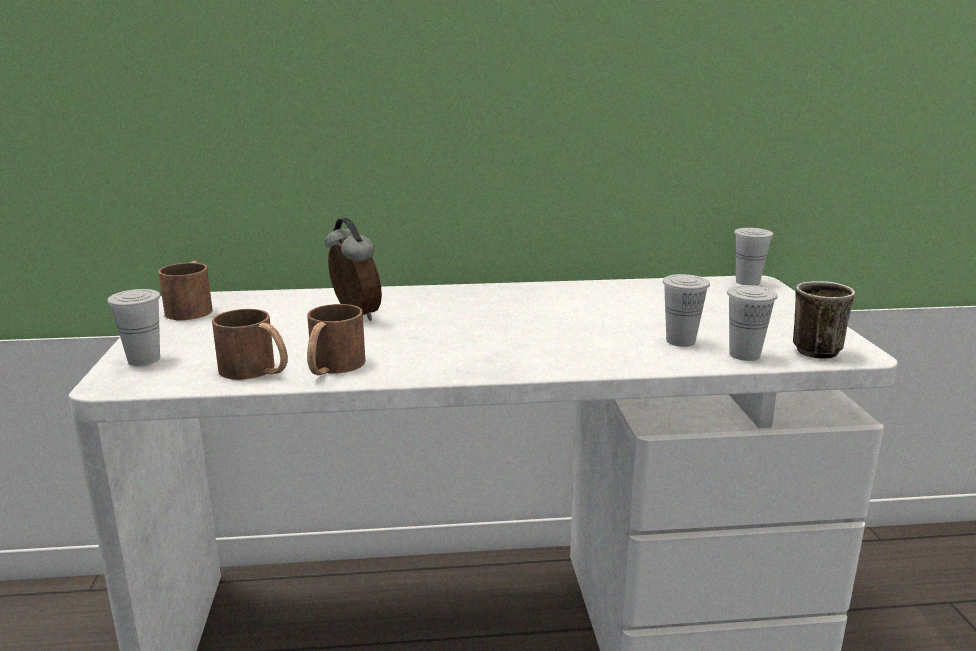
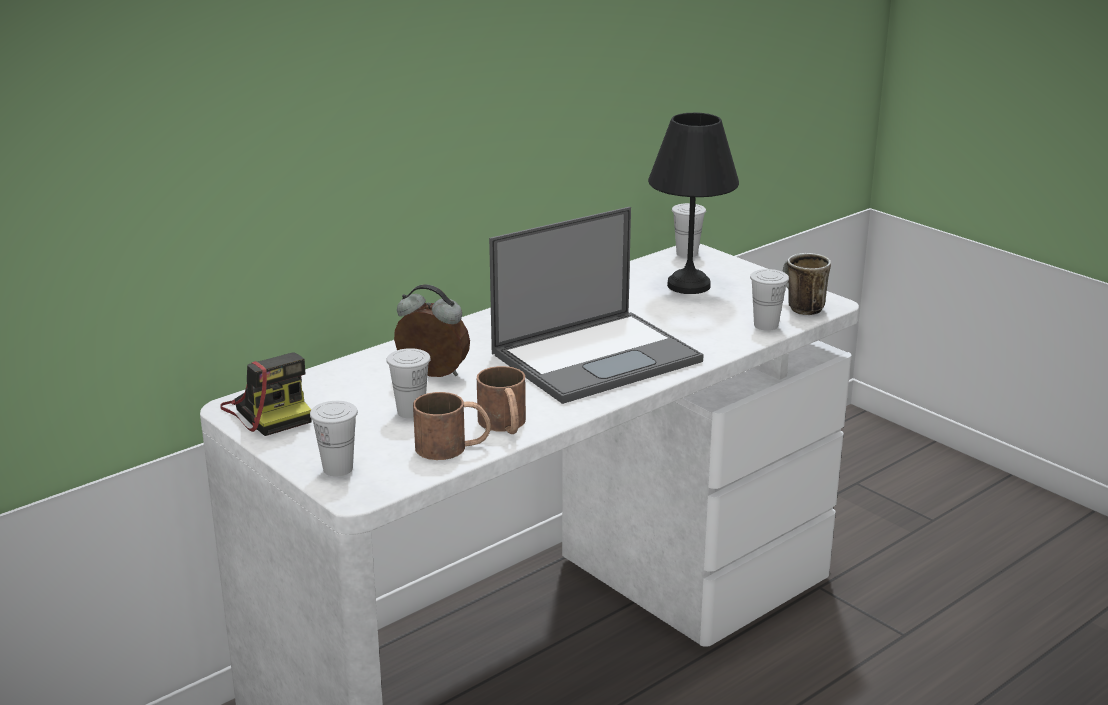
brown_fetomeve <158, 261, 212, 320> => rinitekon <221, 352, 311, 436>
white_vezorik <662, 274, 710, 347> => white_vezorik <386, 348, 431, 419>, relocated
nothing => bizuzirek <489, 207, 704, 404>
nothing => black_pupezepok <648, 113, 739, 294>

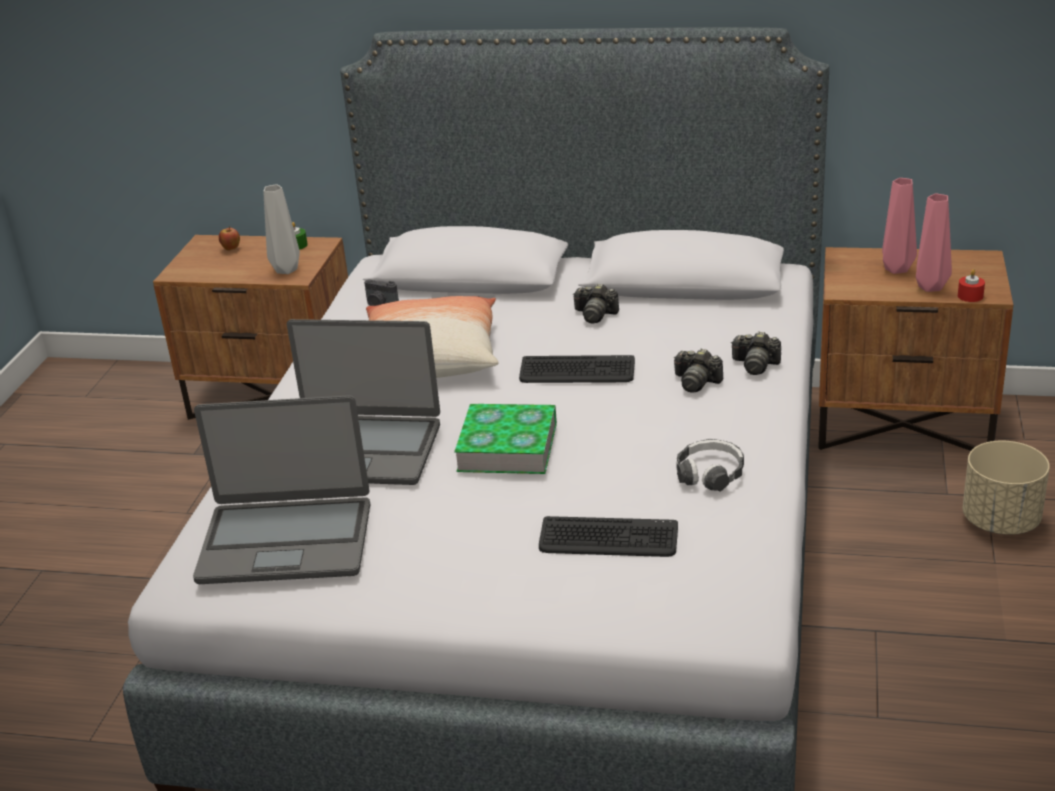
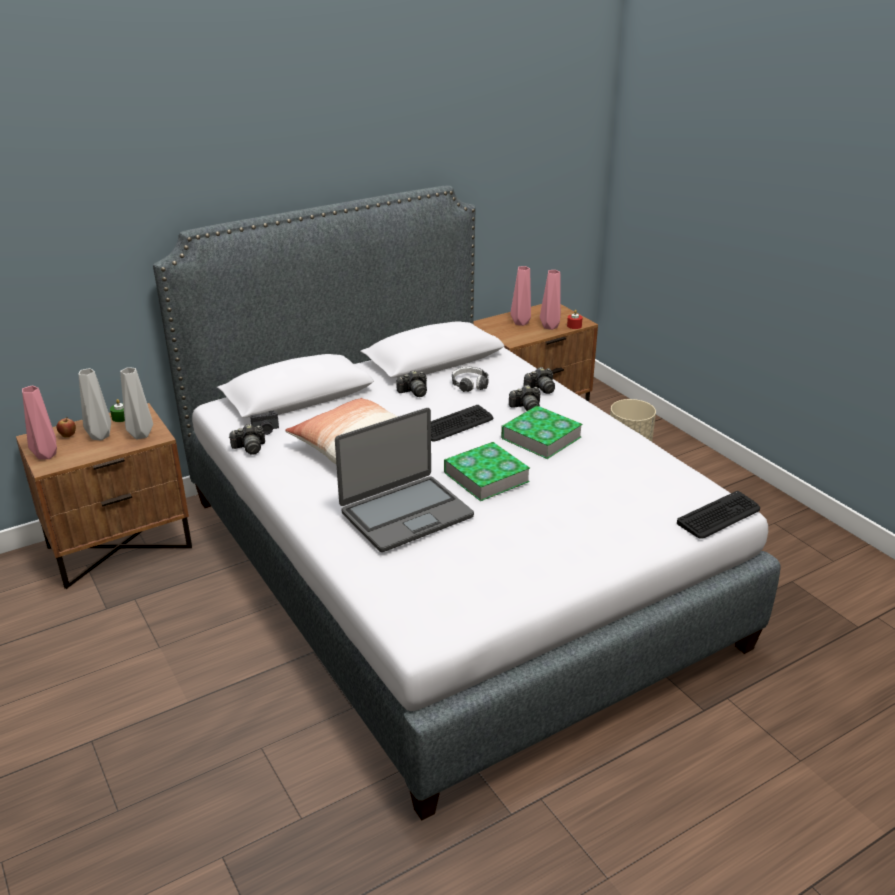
bizuzirek <193, 395, 370, 584> => nothing
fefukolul <539, 516, 678, 557> => fefukolul <677, 491, 760, 539>, relocated
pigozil <677, 439, 744, 492> => pigozil <452, 367, 489, 392>, relocated
nothing => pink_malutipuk <22, 386, 57, 460>
nothing => grey_malutipuk <79, 368, 111, 440>
nothing => rinitekon <229, 424, 265, 455>
nothing => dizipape <501, 406, 583, 459>

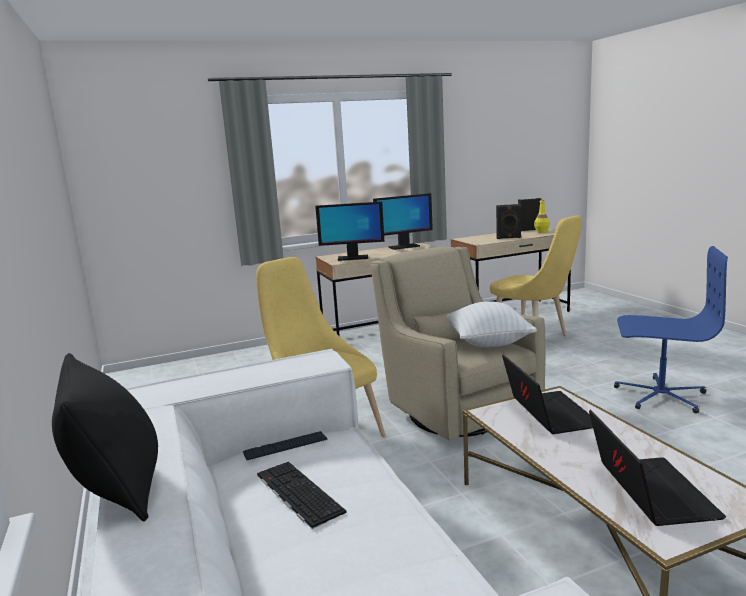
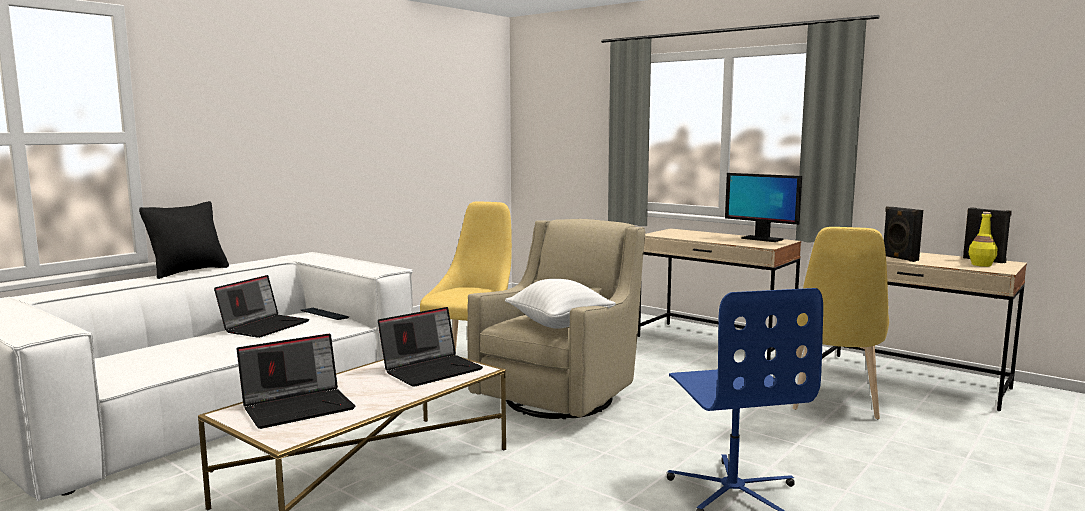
fefukolul <257, 462, 347, 529> => bizuzirek <214, 275, 309, 338>
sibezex <315, 202, 384, 261> => nothing

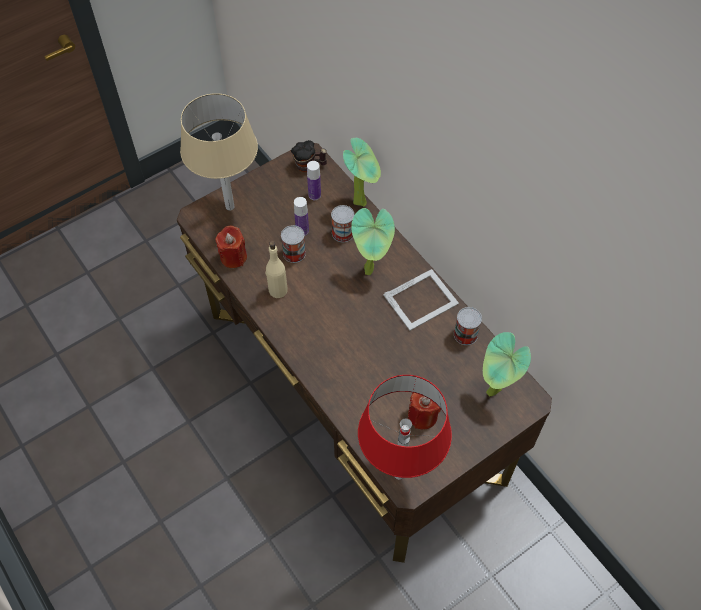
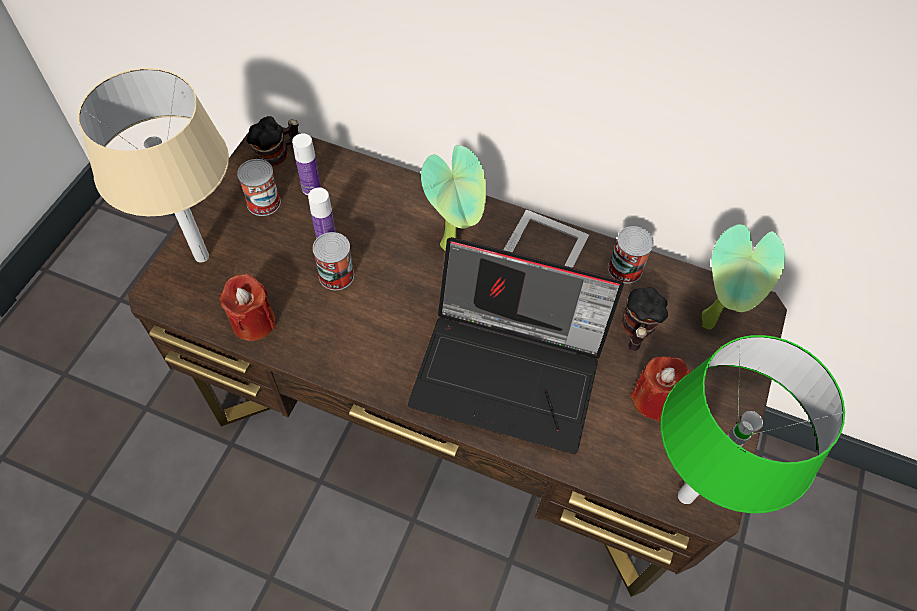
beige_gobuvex <266, 241, 288, 298> => nothing
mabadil <331, 205, 354, 242> => mabadil <237, 159, 281, 216>, relocated
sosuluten <343, 138, 381, 207> => nothing
red_pupezepok <358, 375, 452, 480> => green_pupezepok <661, 335, 845, 513>
nothing => bizuzirek <408, 237, 624, 454>
nothing => fetomeve <622, 287, 668, 351>

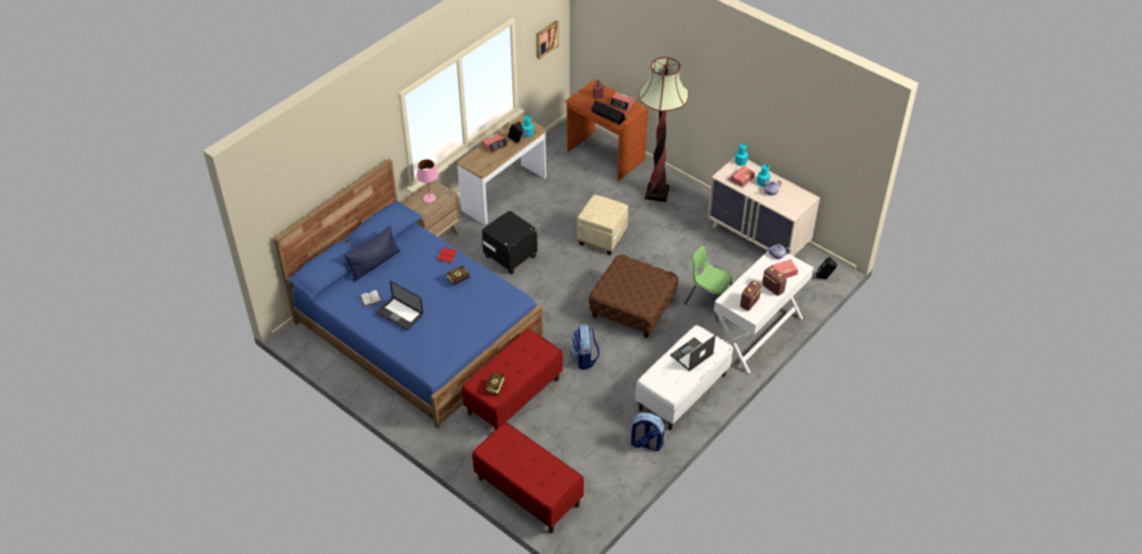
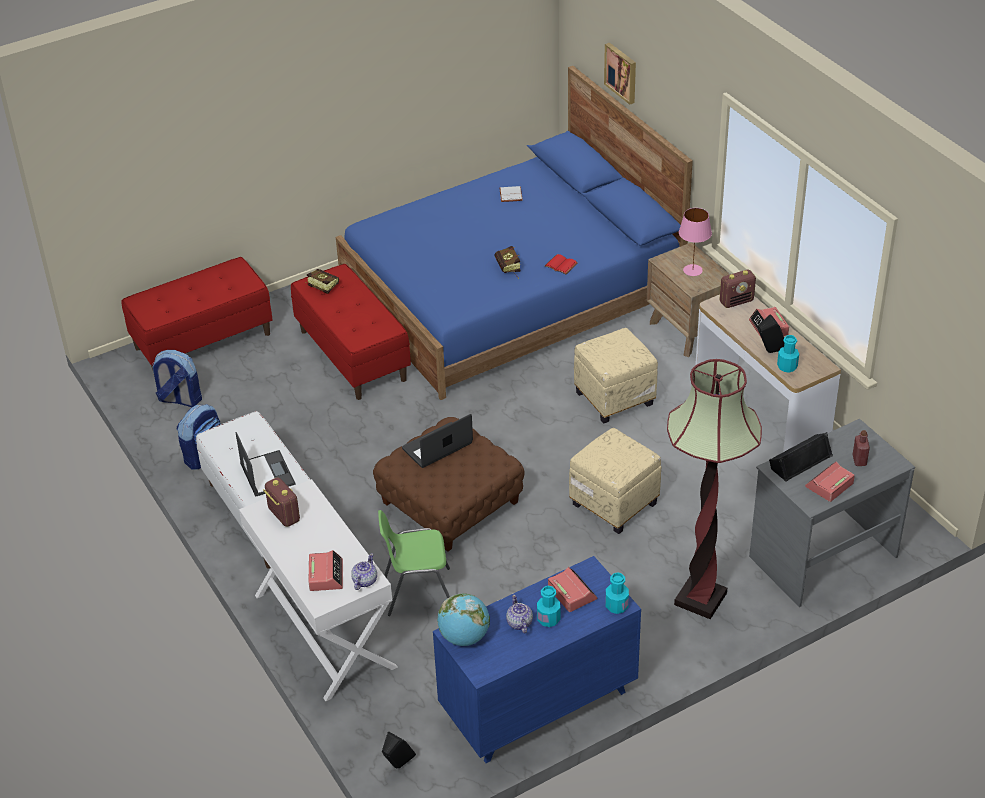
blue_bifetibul <344, 225, 400, 281> => nothing
bizuzirek <377, 281, 423, 330> => bizuzirek <402, 414, 473, 468>, relocated
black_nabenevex <482, 211, 537, 275> => beige_nabenevex <574, 328, 658, 424>
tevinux <536, 20, 559, 60> => tevinux <604, 43, 636, 105>, relocated
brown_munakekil <565, 80, 648, 181> => grey_munakekil <749, 419, 915, 607>
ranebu <570, 324, 600, 370> => ranebu <152, 350, 202, 407>, relocated
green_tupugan <684, 246, 732, 322> => green_tupugan <378, 510, 450, 616>, 150 degrees counterclockwise
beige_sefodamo <707, 157, 820, 256> => blue_sefodamo <433, 556, 641, 763>
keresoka <762, 267, 787, 296> => keresoka <720, 270, 756, 308>, relocated
nothing => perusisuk <437, 593, 490, 646>

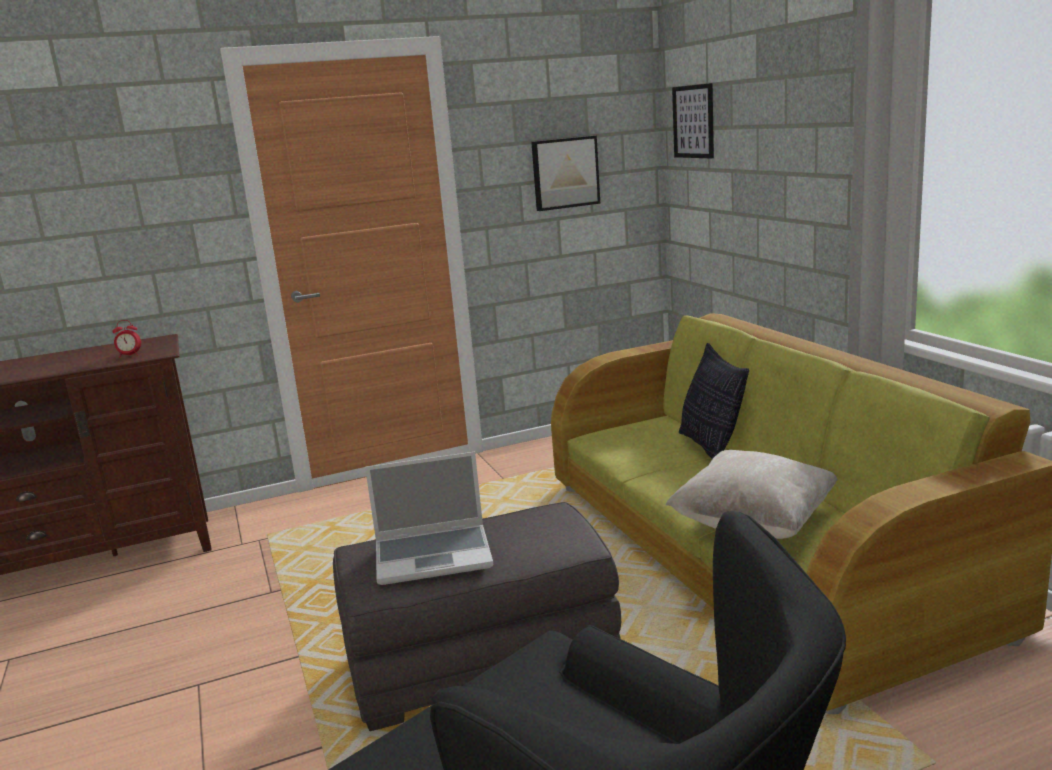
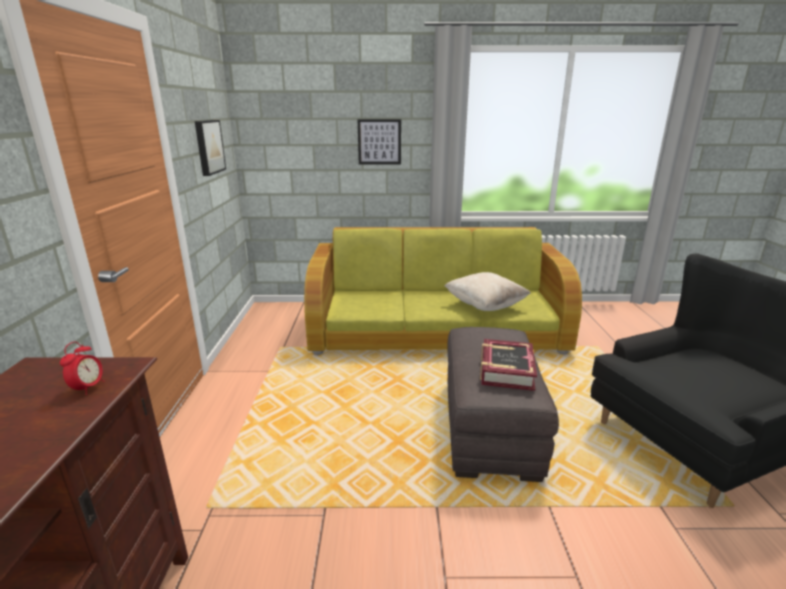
bizuzirek <365, 452, 493, 585> => dizipape <480, 339, 537, 391>
tevinux <672, 83, 714, 158> => tevinux <358, 119, 401, 164>, relocated
bifetibul <679, 343, 749, 459> => nothing

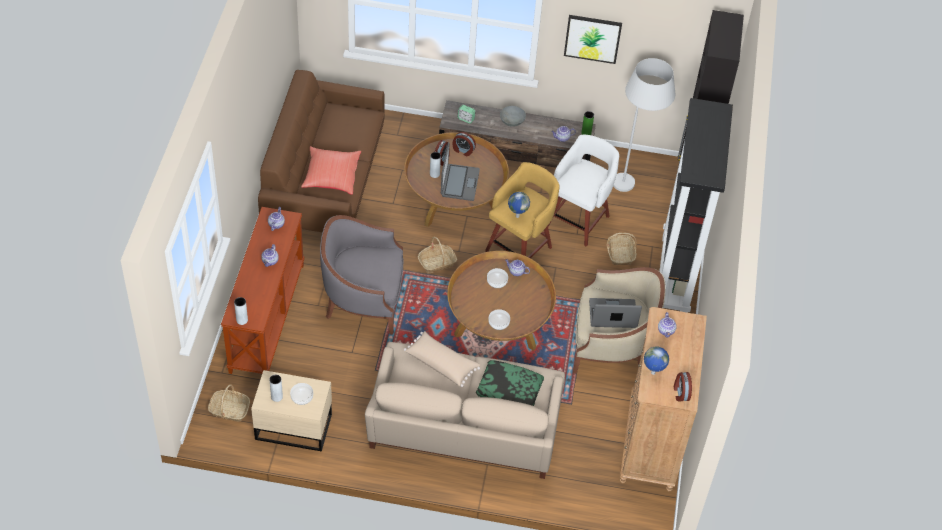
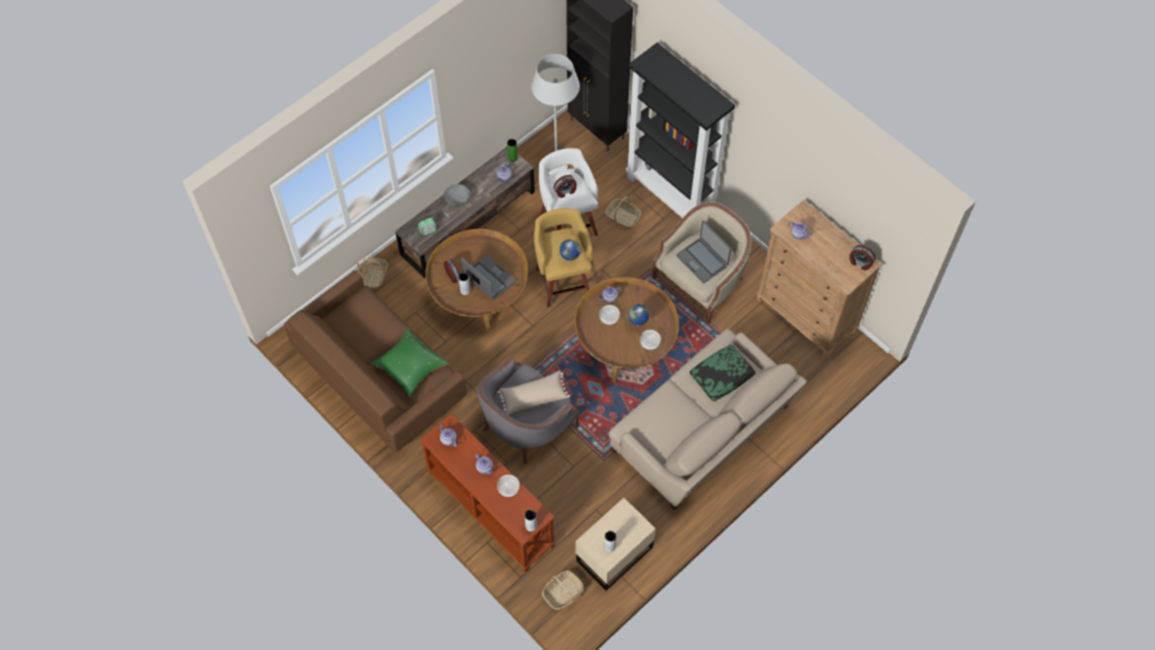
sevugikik <290, 383, 313, 405> => sevugikik <497, 475, 520, 497>, relocated
red_bifetibul <301, 146, 361, 194> => green_bifetibul <370, 328, 449, 397>
beige_bifetibul <404, 331, 480, 387> => beige_bifetibul <497, 371, 570, 414>, relocated
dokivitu <418, 237, 457, 273> => dokivitu <357, 257, 387, 289>, relocated
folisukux <452, 132, 476, 156> => folisukux <554, 175, 577, 198>, relocated
tevinux <564, 15, 622, 64> => nothing
bizuzirek <589, 298, 642, 328> => bizuzirek <676, 221, 731, 283>, 75 degrees counterclockwise
perusisuk <644, 346, 669, 375> => perusisuk <628, 304, 649, 326>, relocated

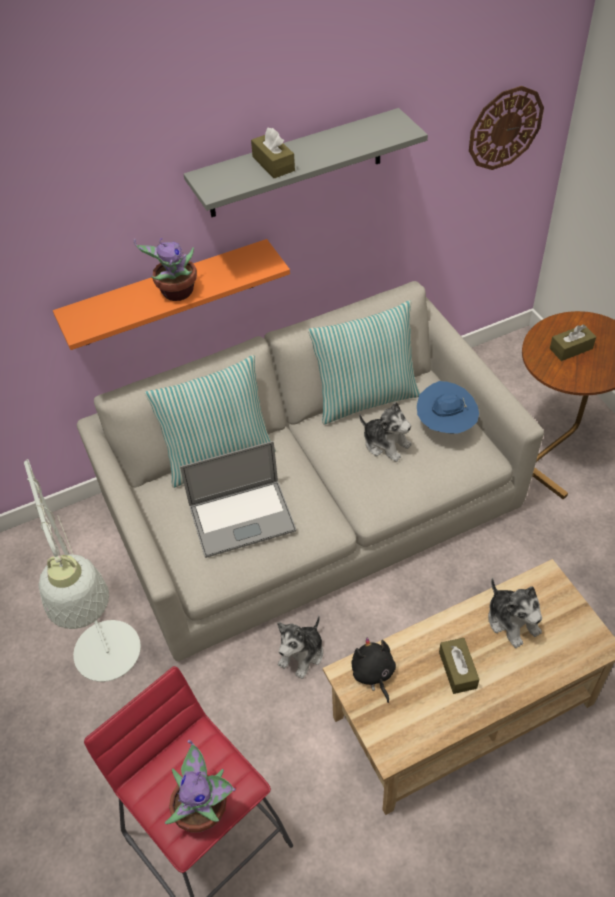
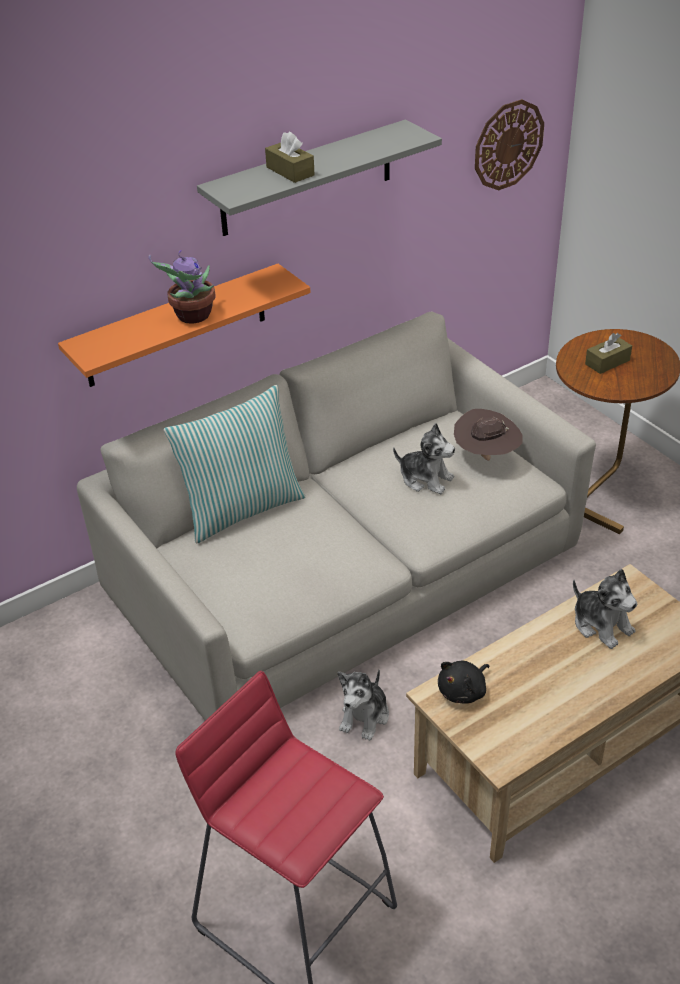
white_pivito <24, 459, 141, 682> => nothing
sosuluten <165, 740, 236, 832> => nothing
bizuzirek <180, 441, 296, 558> => nothing
bifetibul <308, 300, 420, 425> => nothing
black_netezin <352, 638, 396, 703> => black_netezin <438, 661, 490, 704>, 105 degrees counterclockwise
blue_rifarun <417, 381, 479, 434> => brown_rifarun <454, 409, 523, 461>
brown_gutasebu <439, 638, 480, 694> => nothing

